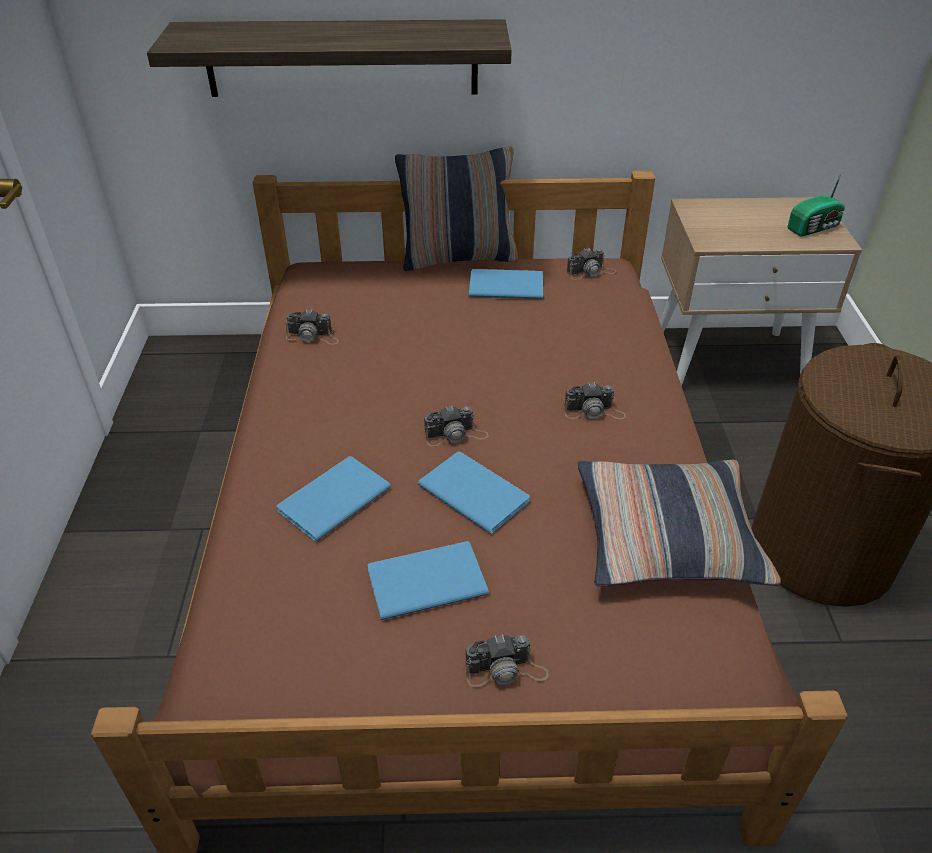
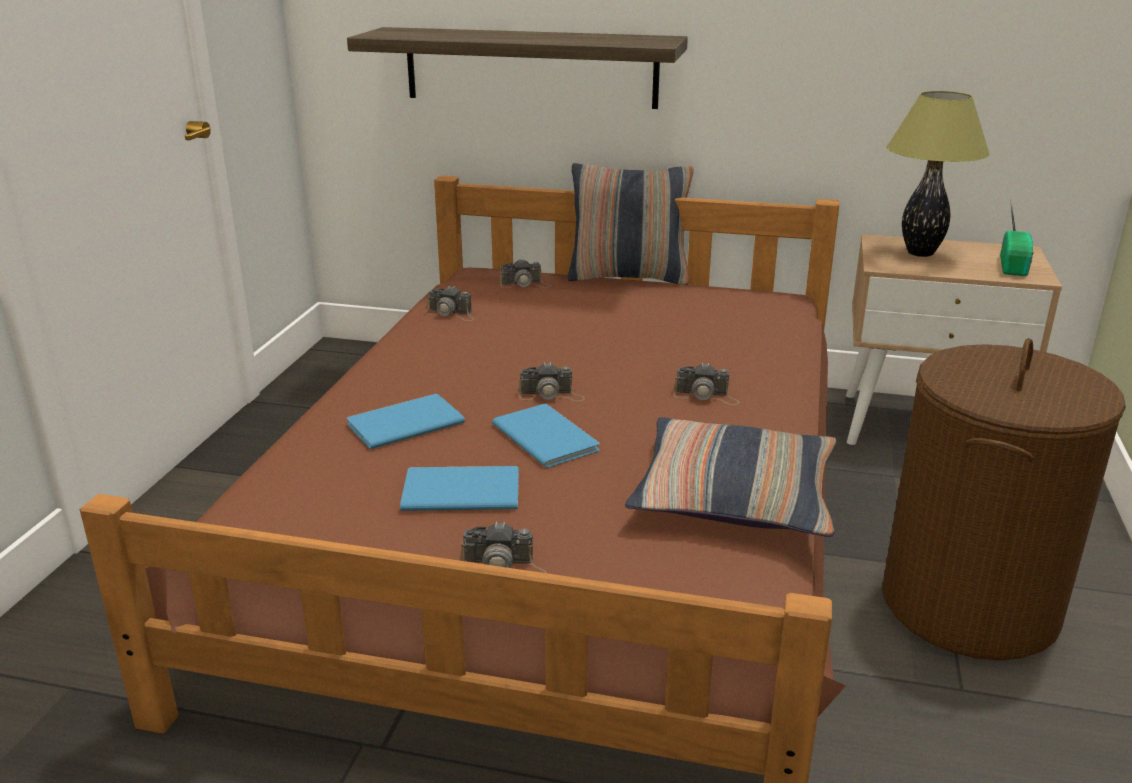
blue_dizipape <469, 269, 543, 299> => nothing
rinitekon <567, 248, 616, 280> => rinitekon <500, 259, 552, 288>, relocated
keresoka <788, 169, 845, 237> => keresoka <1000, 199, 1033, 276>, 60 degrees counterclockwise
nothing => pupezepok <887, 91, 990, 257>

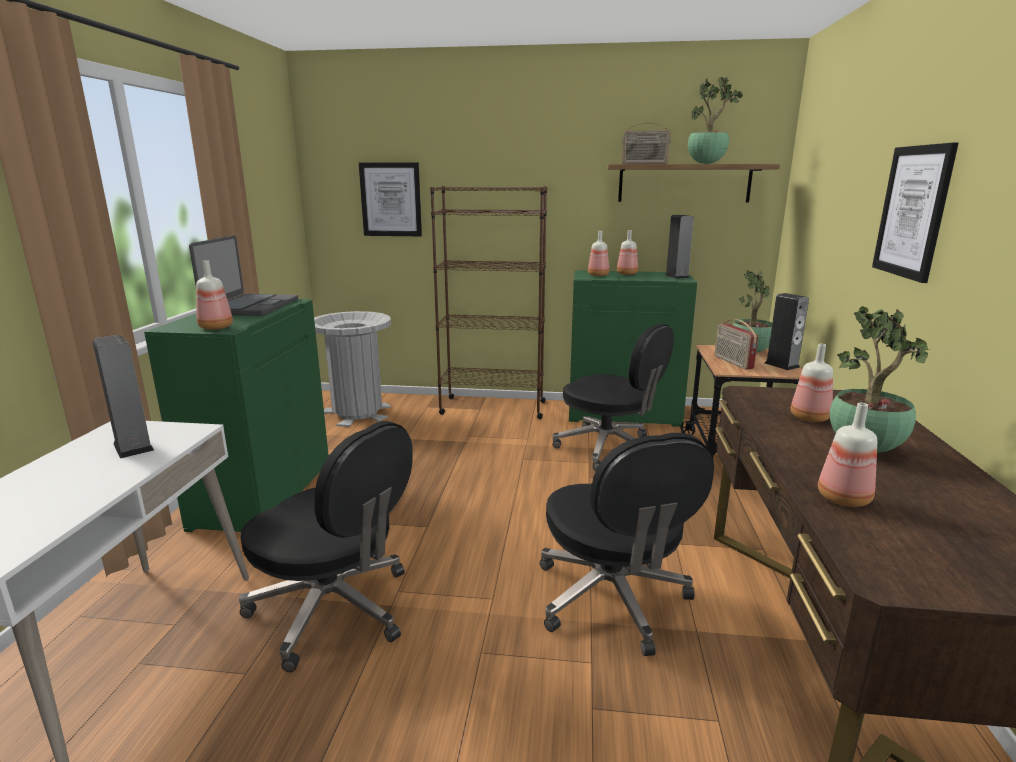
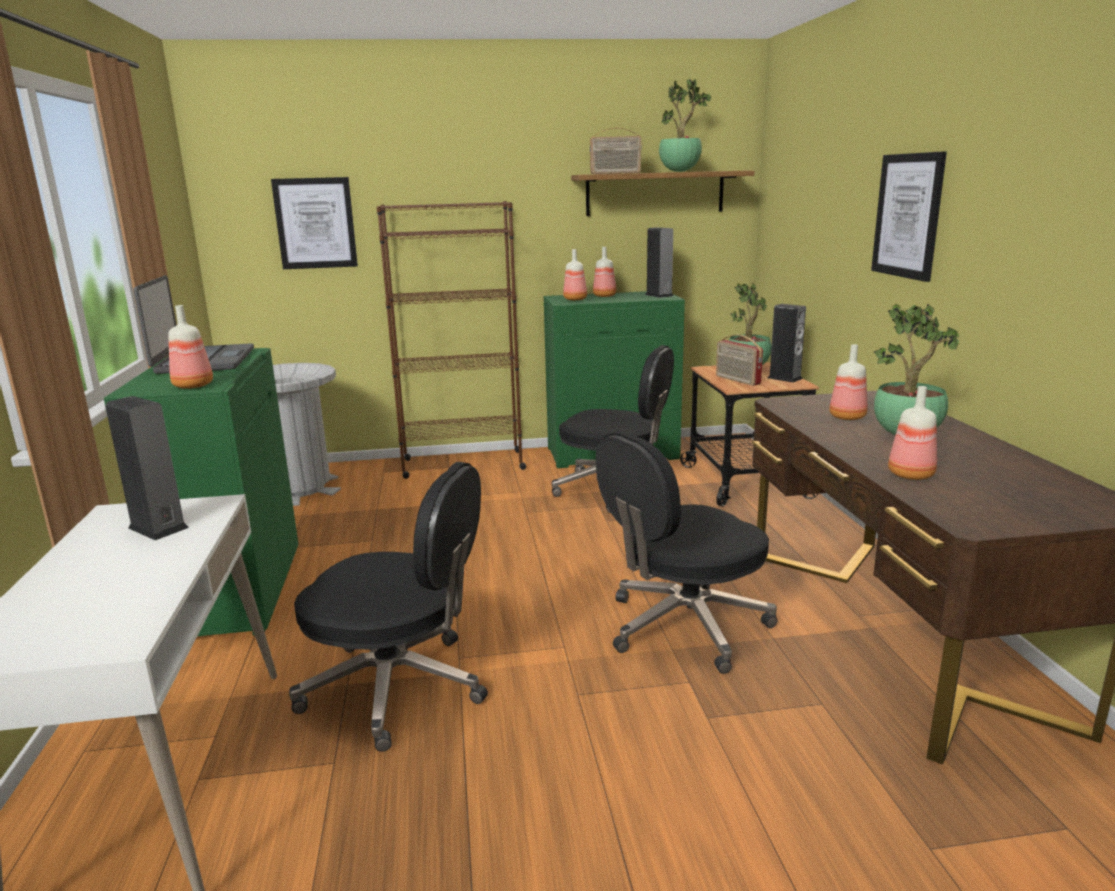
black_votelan <540, 433, 714, 656> => black_votelan <595, 431, 777, 674>, 90 degrees clockwise

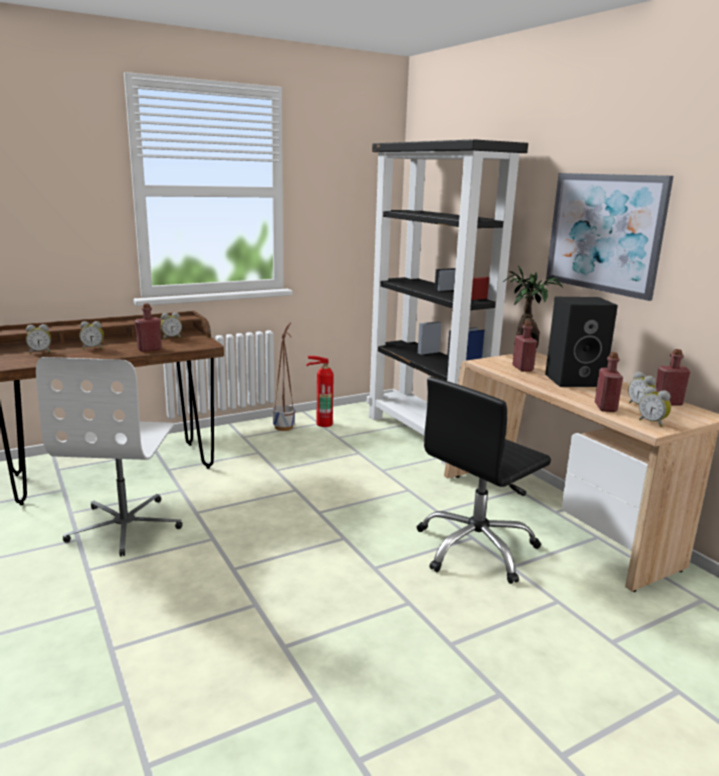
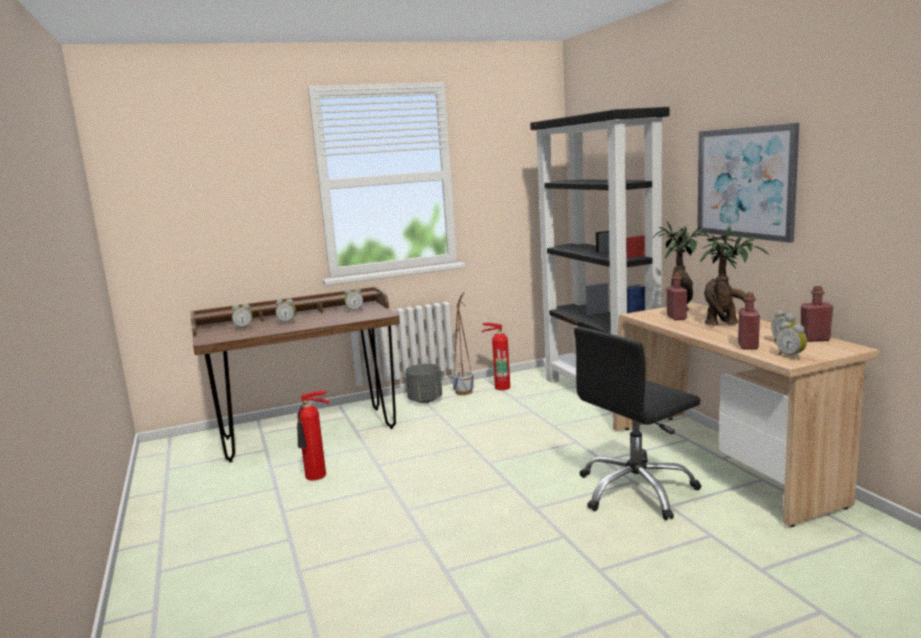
white_votelan <36, 357, 182, 556> => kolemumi <297, 391, 330, 480>
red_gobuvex <134, 303, 162, 352> => nothing
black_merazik <545, 297, 618, 387> => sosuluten <700, 226, 769, 325>
nothing => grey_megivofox <405, 363, 442, 403>

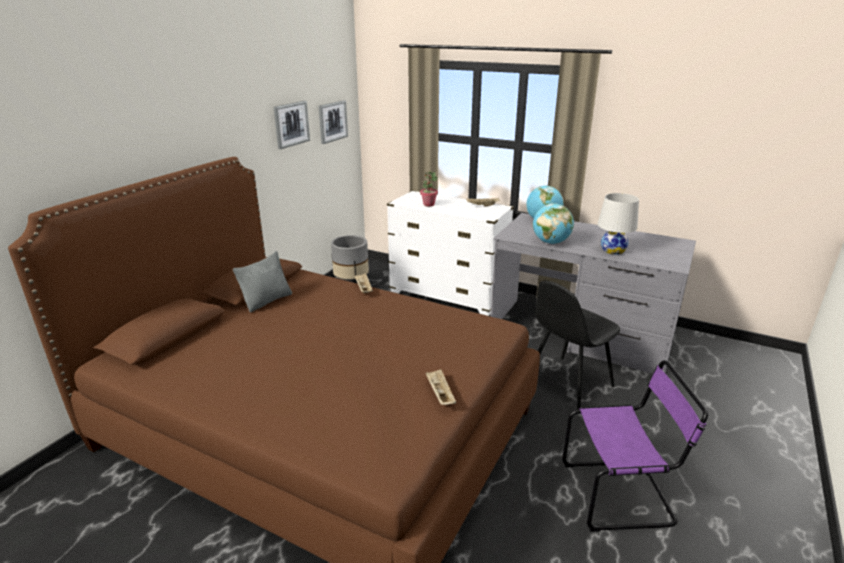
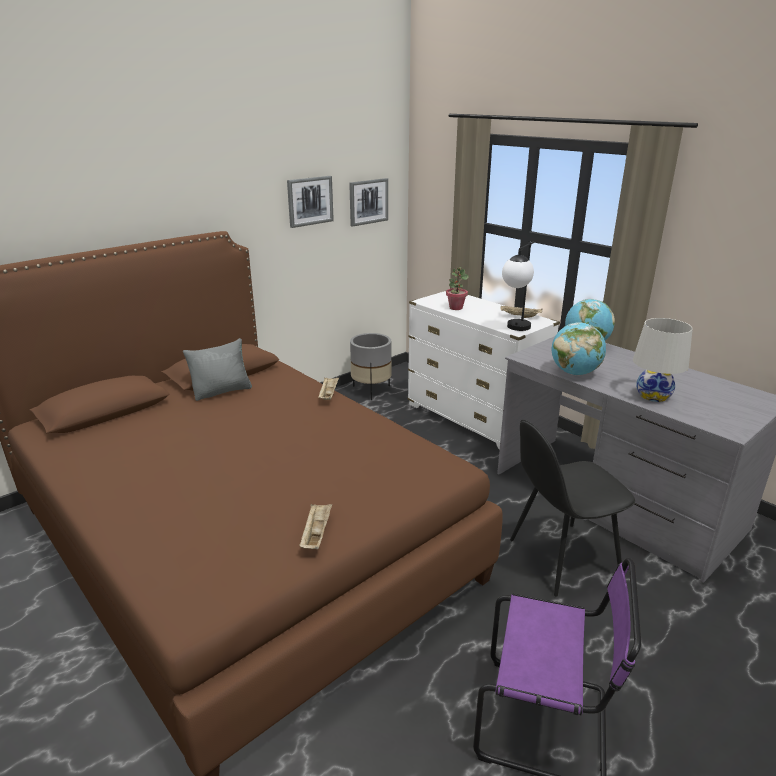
nothing => pupezepok <502, 242, 534, 331>

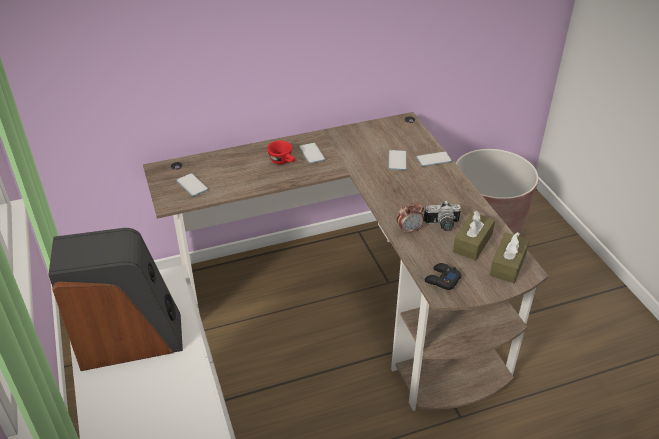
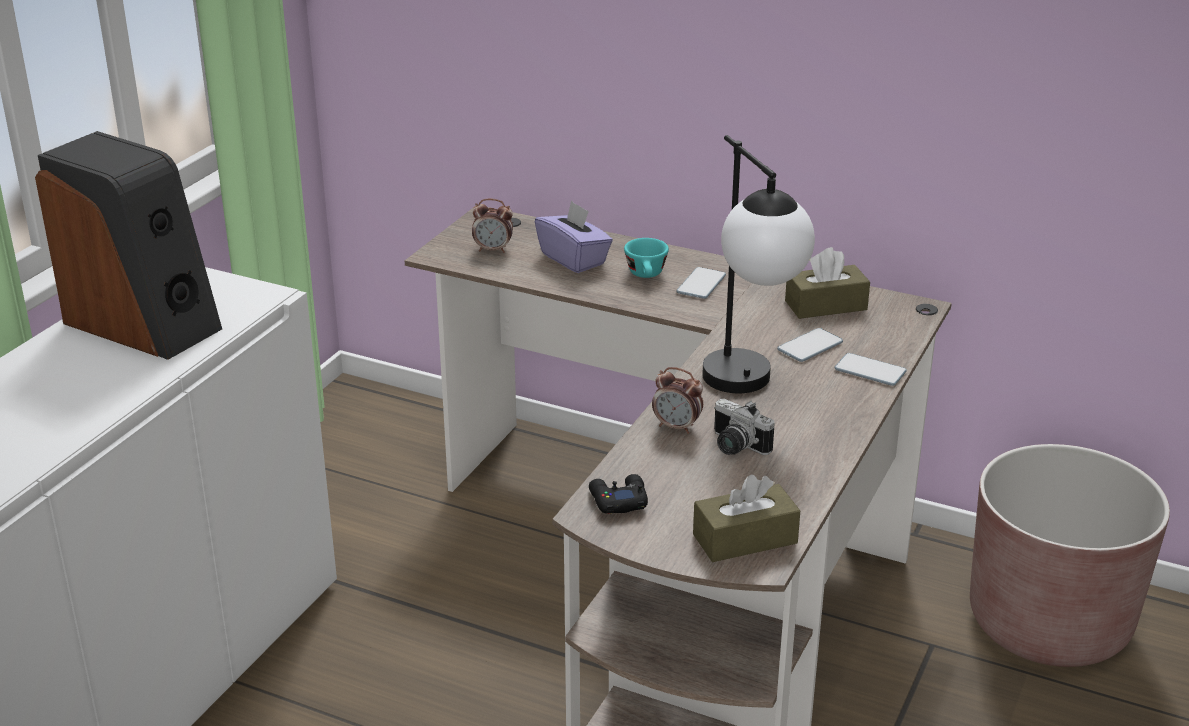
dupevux <176, 173, 208, 196> => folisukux <472, 198, 513, 253>
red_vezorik <267, 140, 295, 164> => turquoise_vezorik <624, 238, 669, 278>
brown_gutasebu <453, 211, 495, 261> => brown_gutasebu <785, 247, 870, 319>, relocated
nothing => purple_gutasebu <535, 200, 613, 273>
nothing => pupezepok <702, 135, 815, 393>

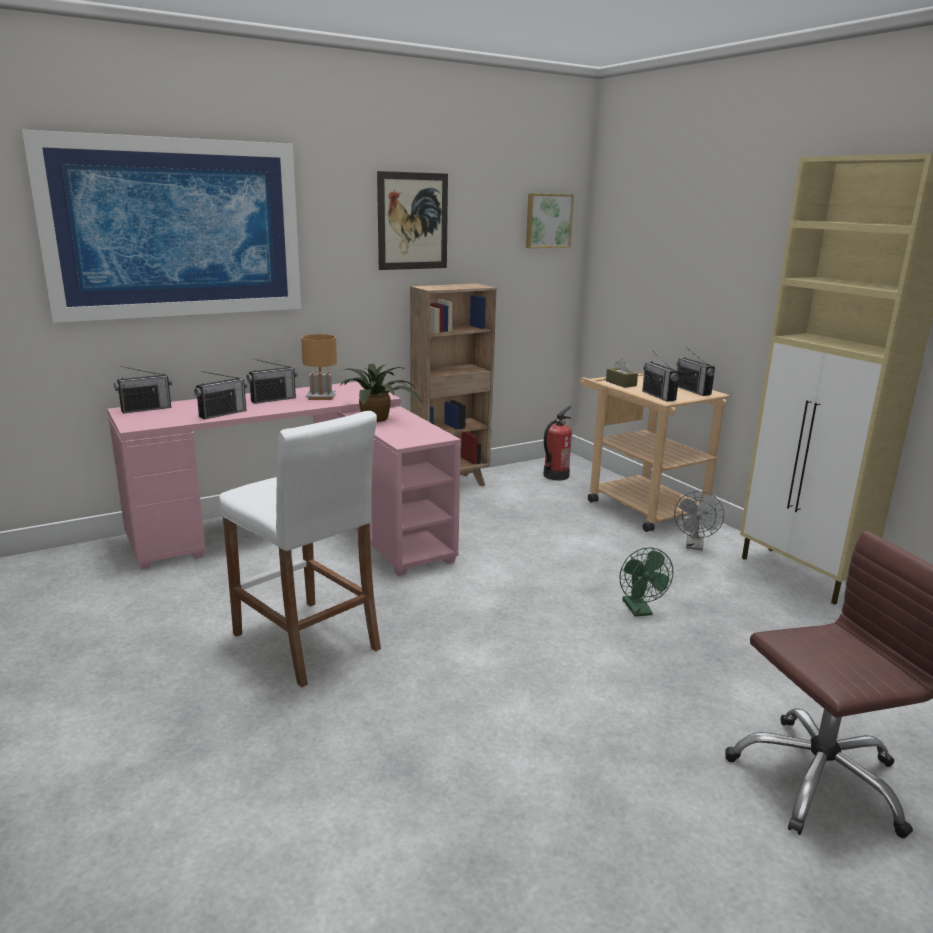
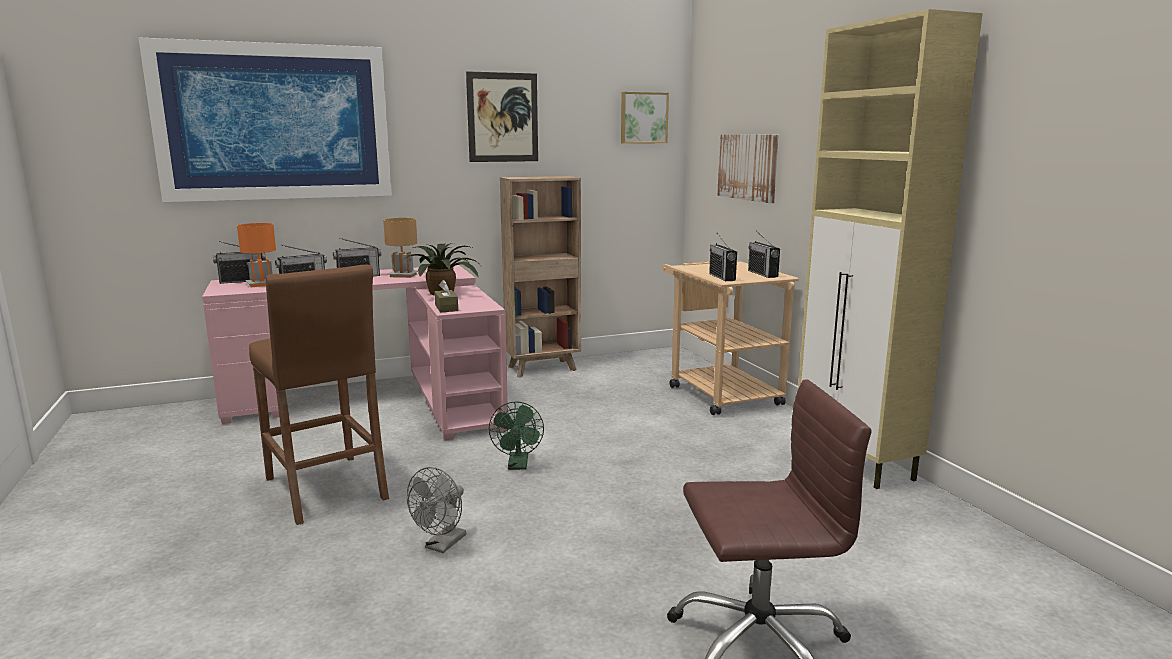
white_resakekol <220, 411, 381, 687> => brown_resakekol <249, 264, 389, 525>
kolemumi <544, 406, 572, 480> => nothing
brown_gutasebu <606, 359, 638, 388> => brown_gutasebu <434, 280, 458, 313>, relocated
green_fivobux <619, 547, 673, 616> => green_fivobux <489, 401, 544, 470>, relocated
grey_fivobux <674, 491, 724, 551> => grey_fivobux <407, 467, 466, 553>, relocated
nothing => orange_pupezepok <237, 223, 276, 287>
nothing => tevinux <717, 135, 779, 203>

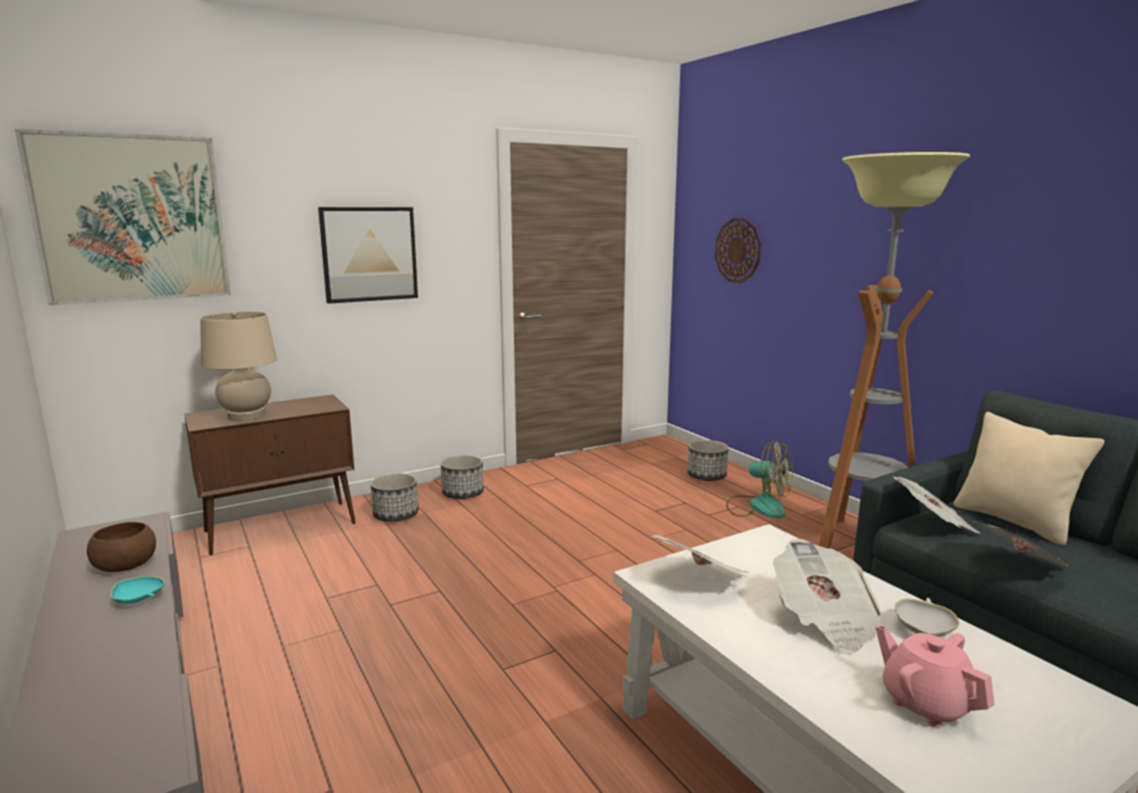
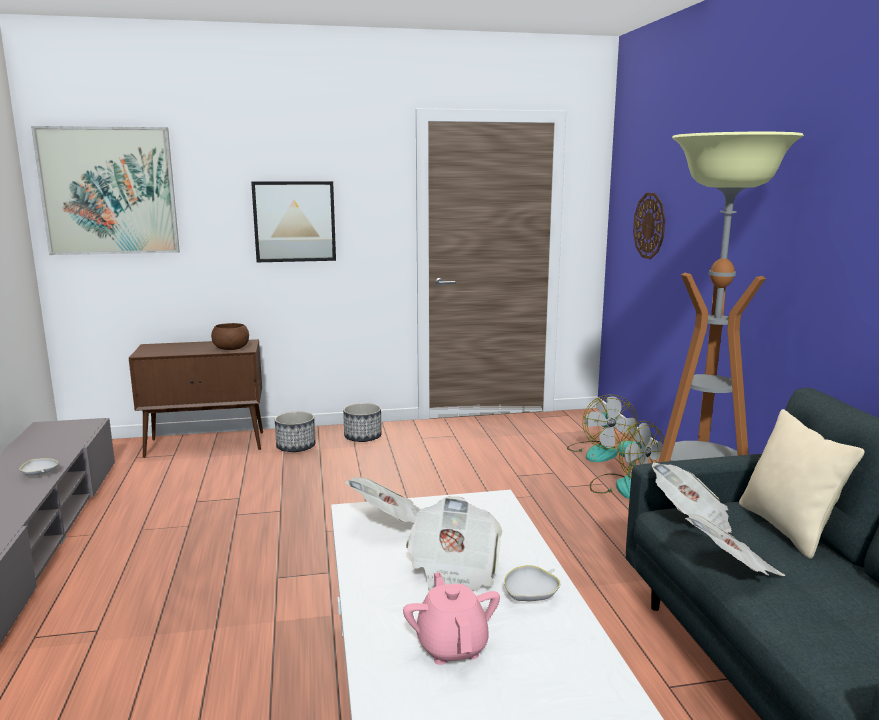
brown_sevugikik <87, 522, 156, 572> => brown_sevugikik <211, 323, 249, 350>, relocated
turquoise_sevugikik <111, 576, 165, 604> => white_sevugikik <19, 458, 58, 476>
beige_pupezepok <200, 311, 277, 421> => nothing
megivofox <687, 440, 729, 481> => fivobux <567, 395, 638, 462>

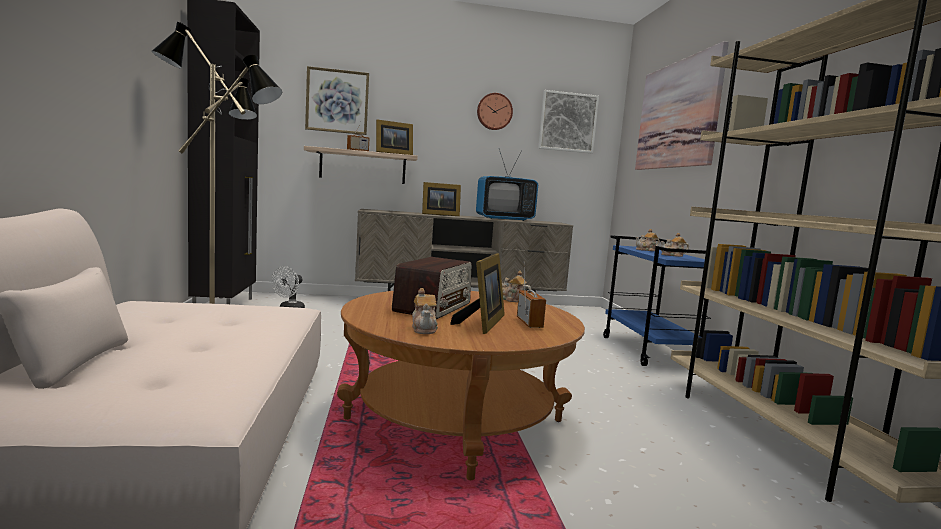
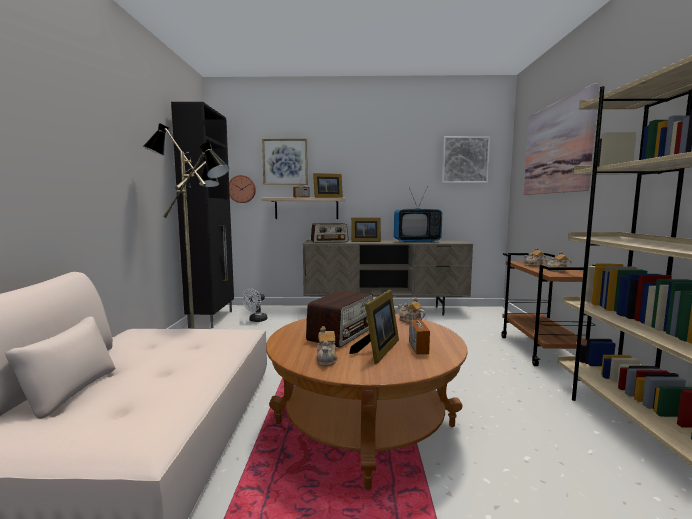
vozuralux <477, 93, 513, 130> => vozuralux <229, 175, 256, 203>, relocated
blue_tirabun <603, 235, 711, 366> => brown_tirabun <501, 253, 596, 366>
nothing => keresoka <311, 223, 348, 243>

